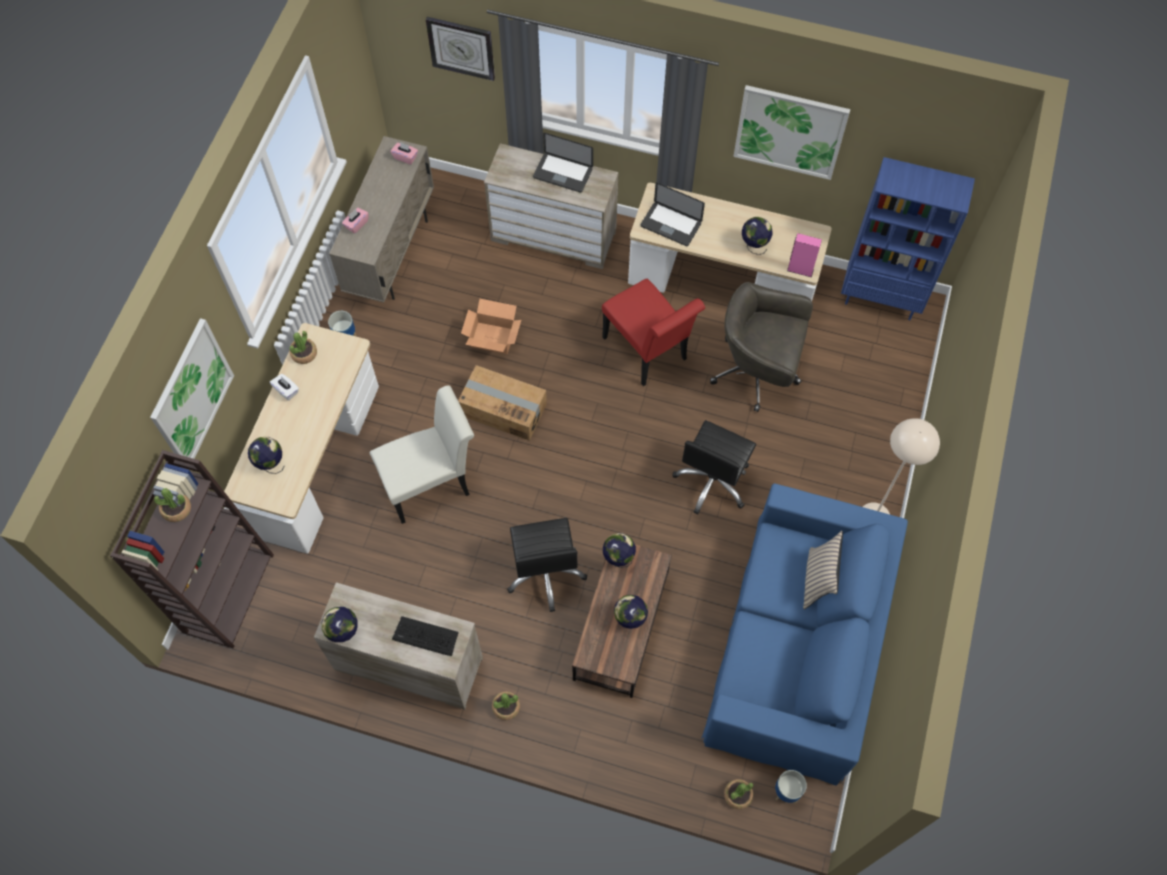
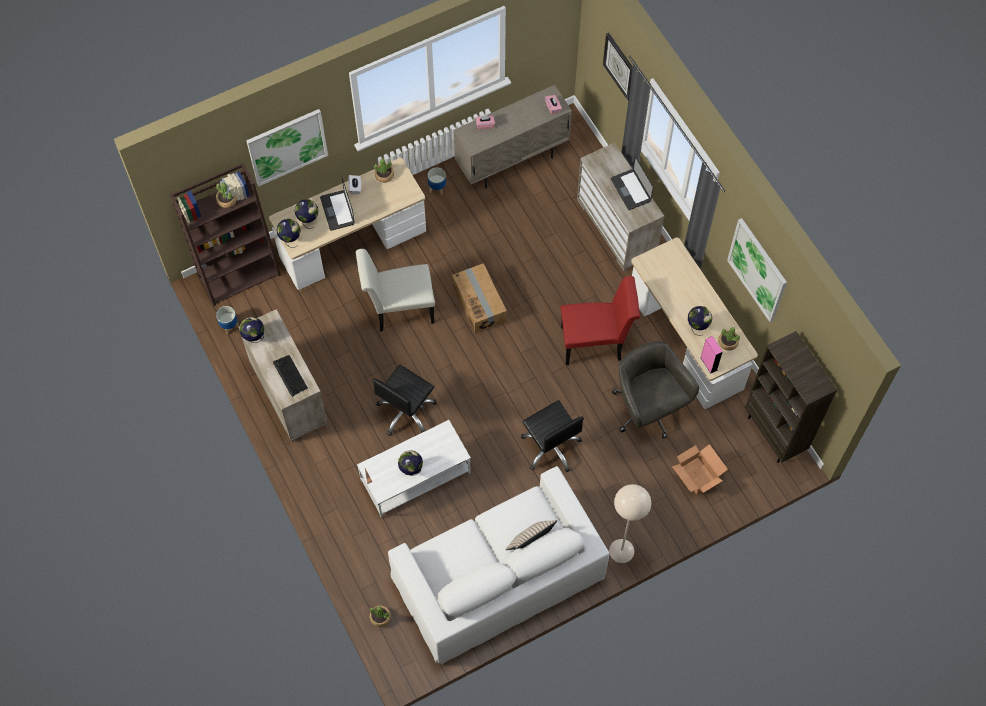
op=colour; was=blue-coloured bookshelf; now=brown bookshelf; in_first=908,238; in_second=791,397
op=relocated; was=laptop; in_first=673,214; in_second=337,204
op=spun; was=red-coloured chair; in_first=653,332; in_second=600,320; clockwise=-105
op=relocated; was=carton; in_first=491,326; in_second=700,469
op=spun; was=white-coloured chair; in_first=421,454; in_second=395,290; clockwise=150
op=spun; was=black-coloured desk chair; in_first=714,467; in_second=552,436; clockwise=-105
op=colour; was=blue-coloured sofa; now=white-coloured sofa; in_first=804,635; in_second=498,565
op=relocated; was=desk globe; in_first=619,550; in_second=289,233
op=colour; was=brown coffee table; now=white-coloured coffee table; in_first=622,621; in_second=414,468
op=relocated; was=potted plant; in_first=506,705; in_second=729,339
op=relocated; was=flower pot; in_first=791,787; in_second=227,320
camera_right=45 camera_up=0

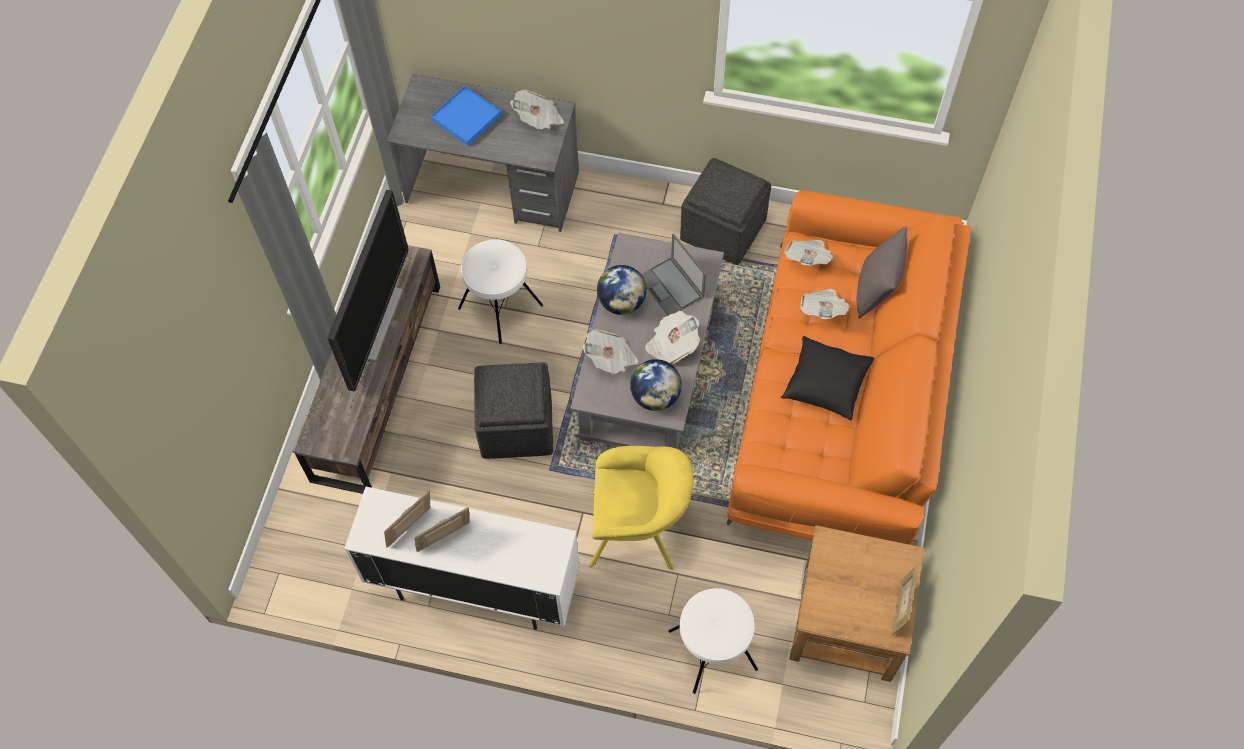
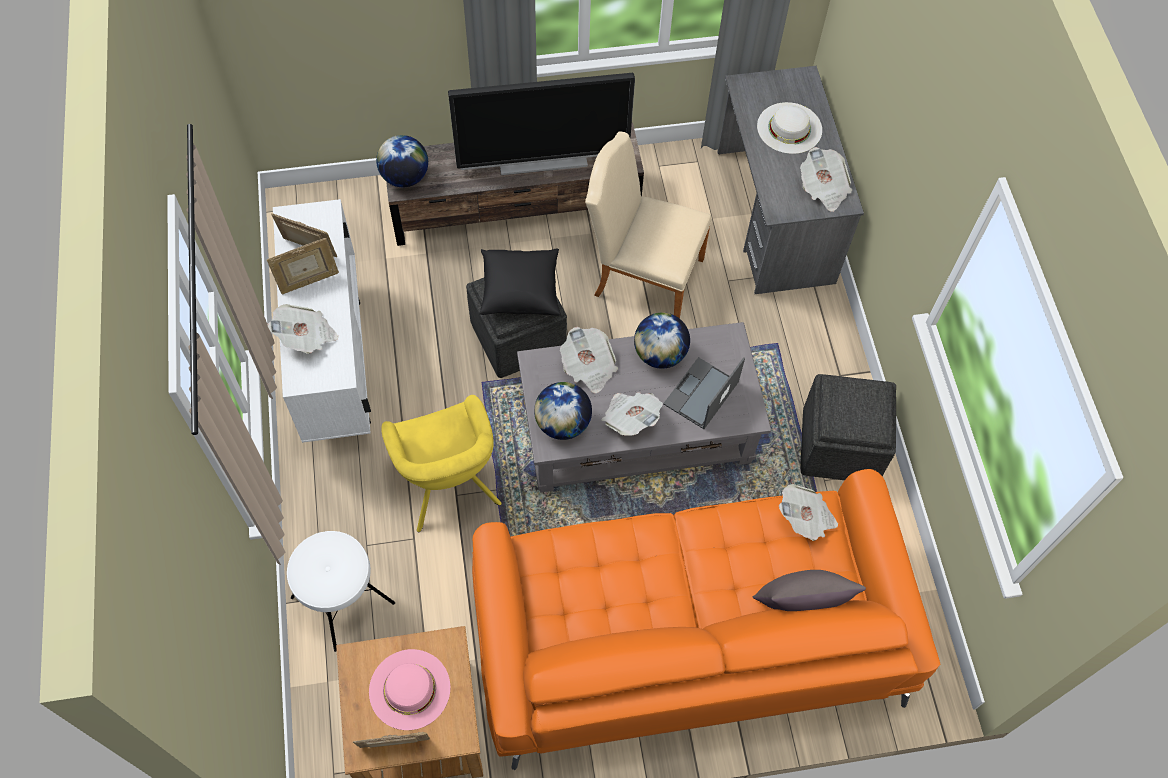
op=exchanged; was=blue-coloured carrying tray; now=white-coloured wearable hat; in_first=466,116; in_second=789,128
op=exchanged; was=white-coloured stool seat; now=beige chair; in_first=500,291; in_second=648,224
op=relocated; was=newspaper; in_first=825,304; in_second=303,329
op=relocated; was=black-coloured cushion; in_first=827,378; in_second=519,282
op=spun; was=photo frame; in_first=441,529; in_second=303,266; clockwise=120
op=appeared; now=desk globe; in_second=402,161
op=appeared; now=pinkish wearable hat; in_second=409,689
camera_right=65 camera_up=0

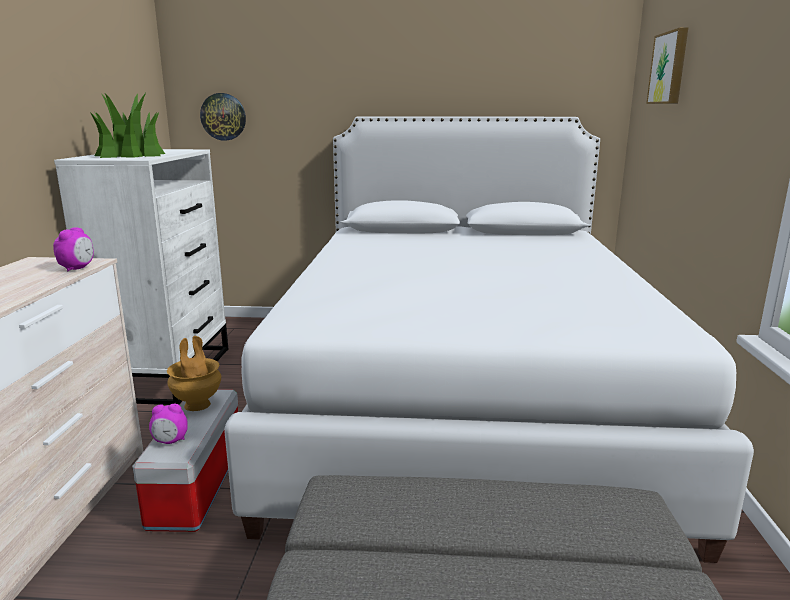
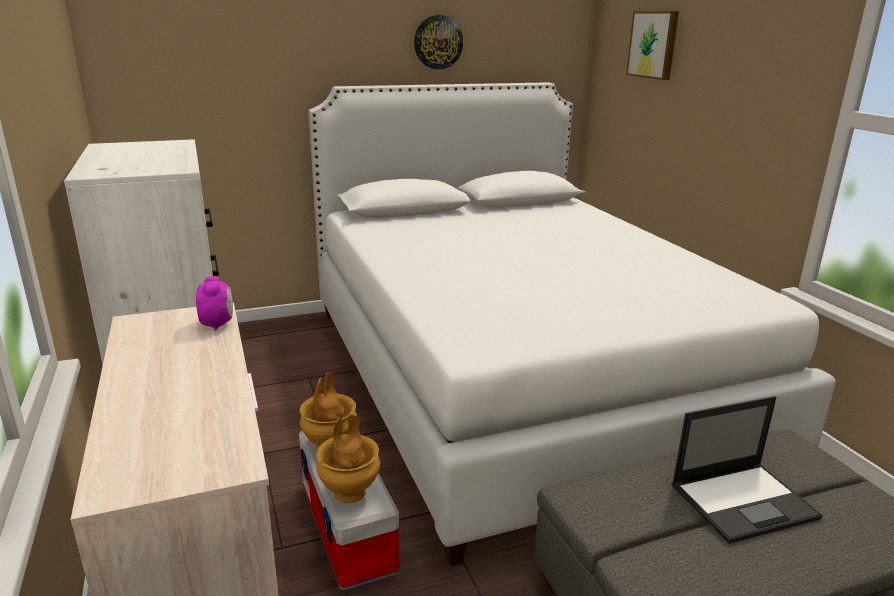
op=missing; was=potted plant; in_first=127,125
op=relocated; was=hanging clock; in_first=223,117; in_second=438,42
op=exchanged; was=table clock; now=brown vase; in_first=168,424; in_second=348,458
op=appeared; now=laptop; in_second=747,470
camera_right=-25 camera_up=5

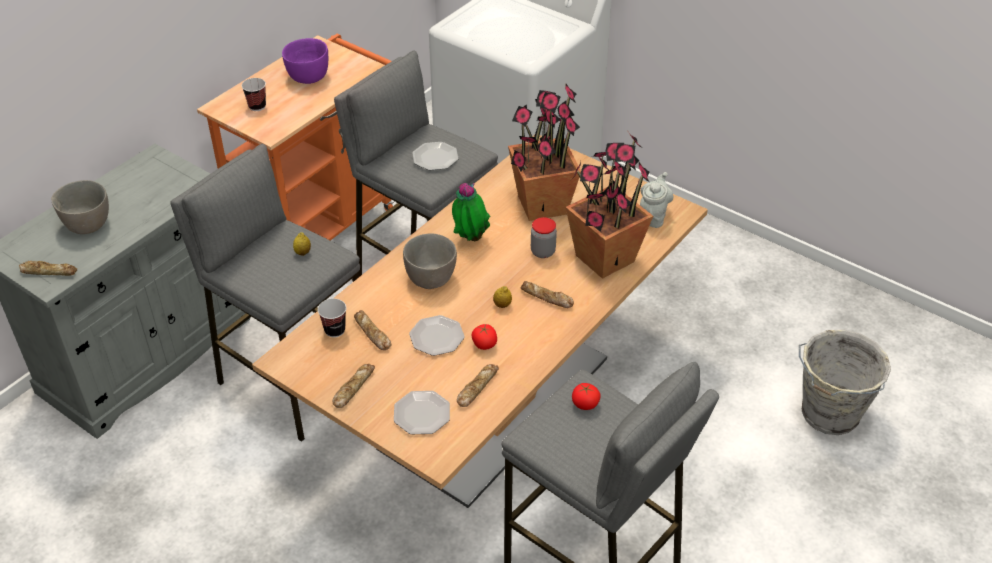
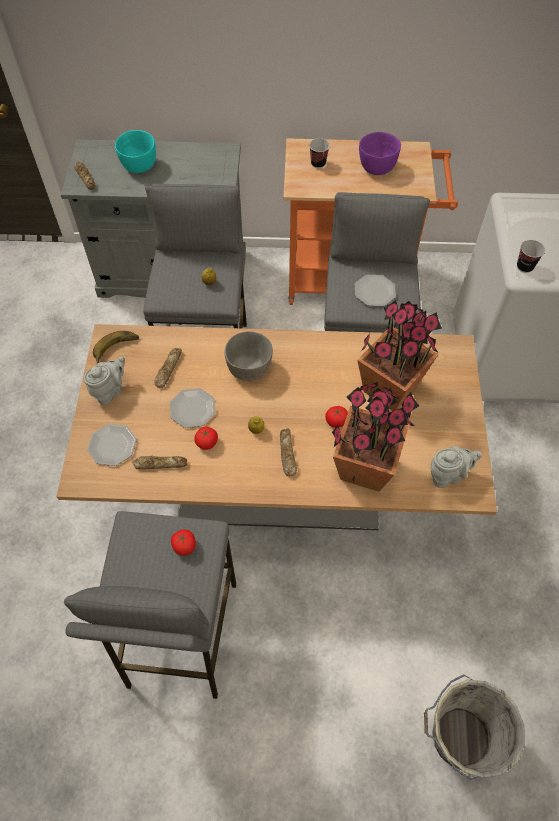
op=colour; was=gray bowl; now=blue-green bowl; in_first=80,207; in_second=135,151
op=missing; was=potted plant; in_first=471,212
op=exchanged; was=storage jar; now=fresh tomato; in_first=544,237; in_second=336,417
op=relocated; was=drinking cup; in_first=332,318; in_second=531,256
op=exchanged; was=bakery bread; now=gray pot for tea; in_first=353,386; in_second=104,381
op=appeared; now=banana fruit; in_second=116,347
camera_right=55 camera_up=15

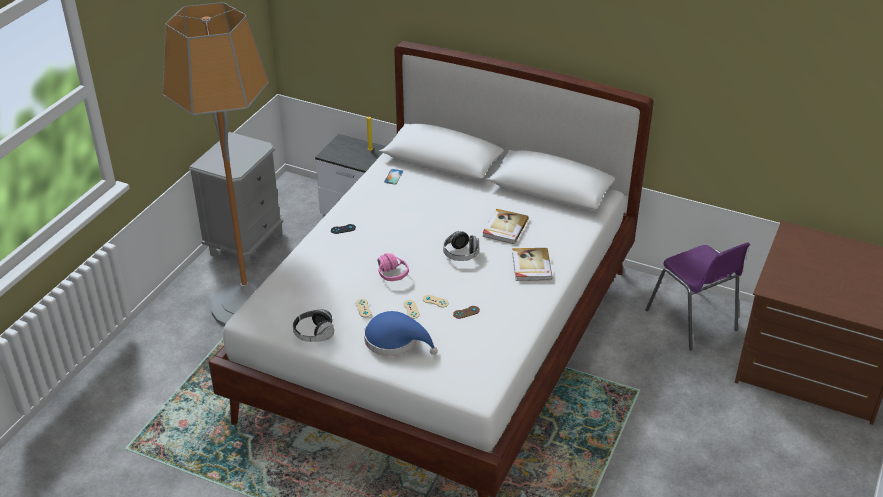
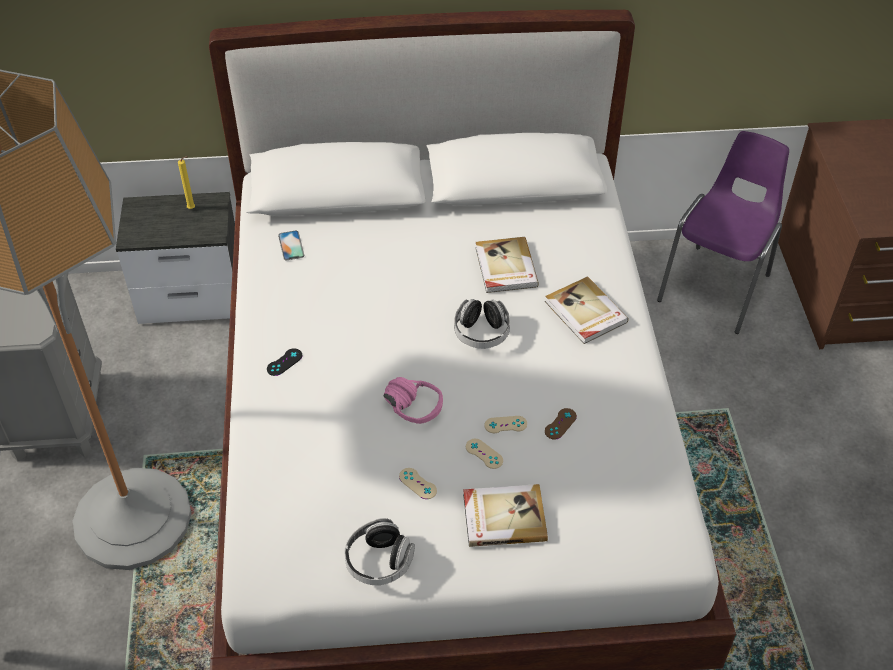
op=spun; was=purple-coloured chair; in_first=697,296; in_second=723,232; clockwise=-90
op=exchanged; was=blue-coloured wearable hat; now=volume; in_first=401,333; in_second=505,515
camera_right=-30 camera_up=10

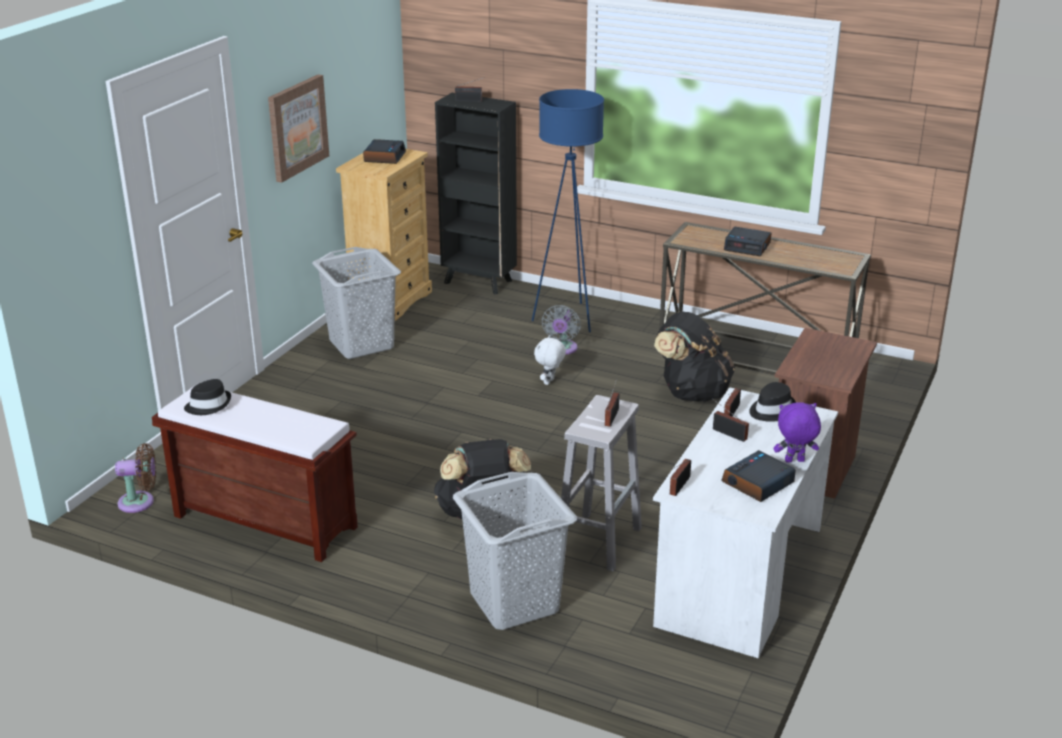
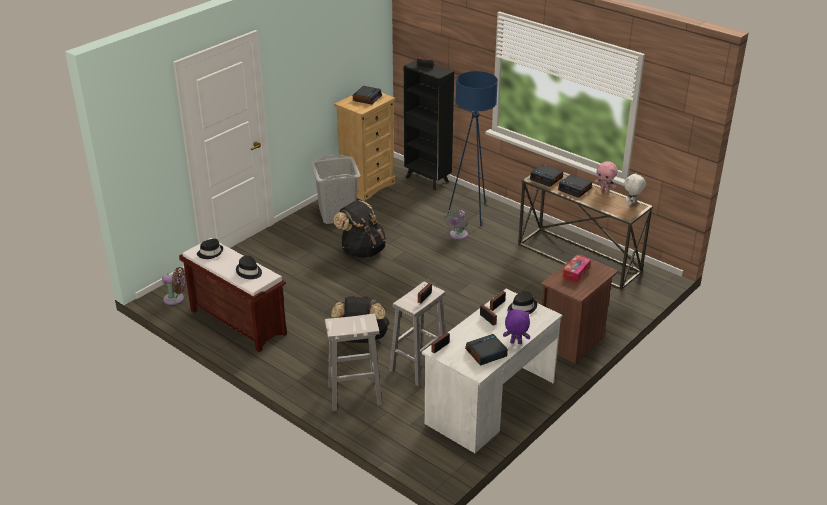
op=missing; was=wall picture; in_first=298,128
op=relocated; was=black-coloured knapsack; in_first=694,356; in_second=359,229
op=relocated; was=white-coloured cuddly toy; in_first=550,360; in_second=635,188
op=exchanged; was=gray laundry basket; now=white-coloured stool seat; in_first=515,551; in_second=353,362
op=appeared; now=pinkish cuddly toy; in_second=606,176
op=appeared; now=table clock; in_second=546,175
op=appeared; now=black-coloured wearable hat; in_second=249,267
op=appeared; now=box of tissues; in_second=576,269
camera_right=15 camera_up=5

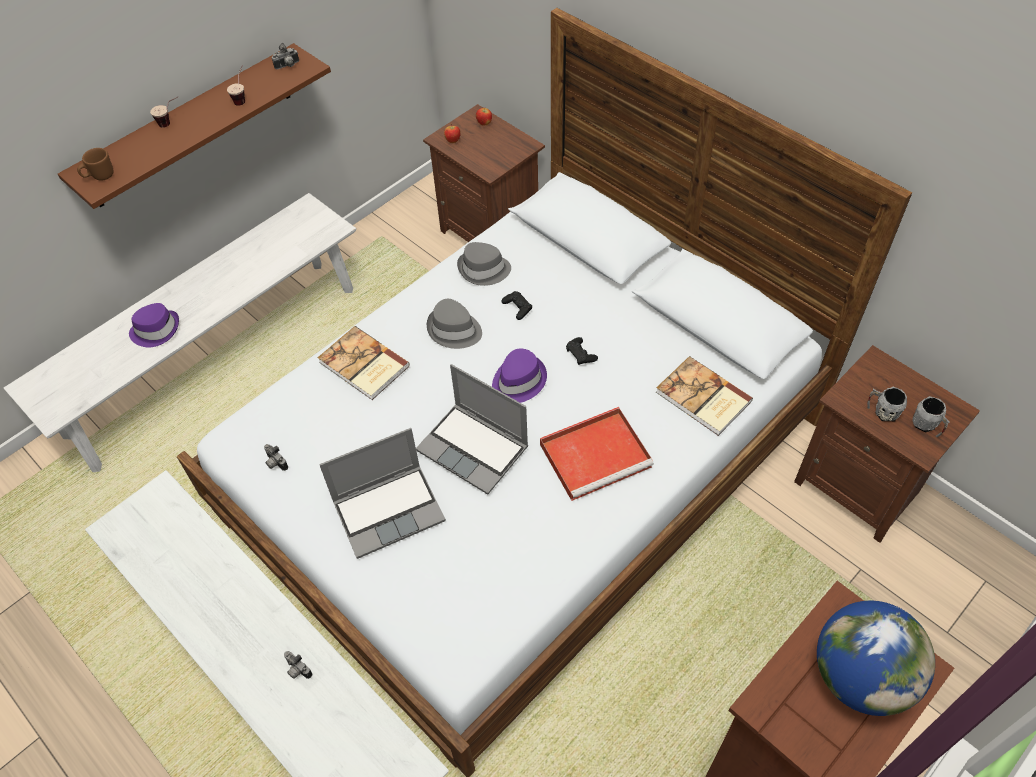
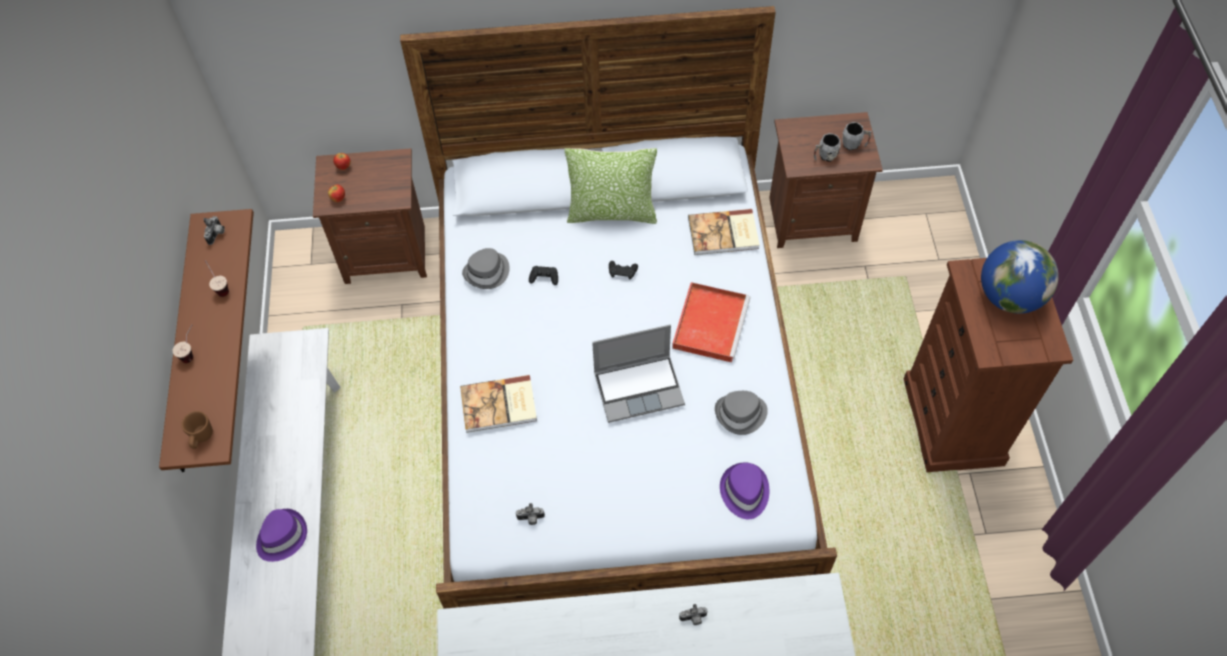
op=relocated; was=gray wearable hat; in_first=454,324; in_second=741,413
op=relocated; was=purple-coloured wearable hat; in_first=519,375; in_second=744,490
op=missing; was=laptop; in_first=382,493
op=appeared; now=cushion; in_second=611,186
camera_right=-50 camera_up=5

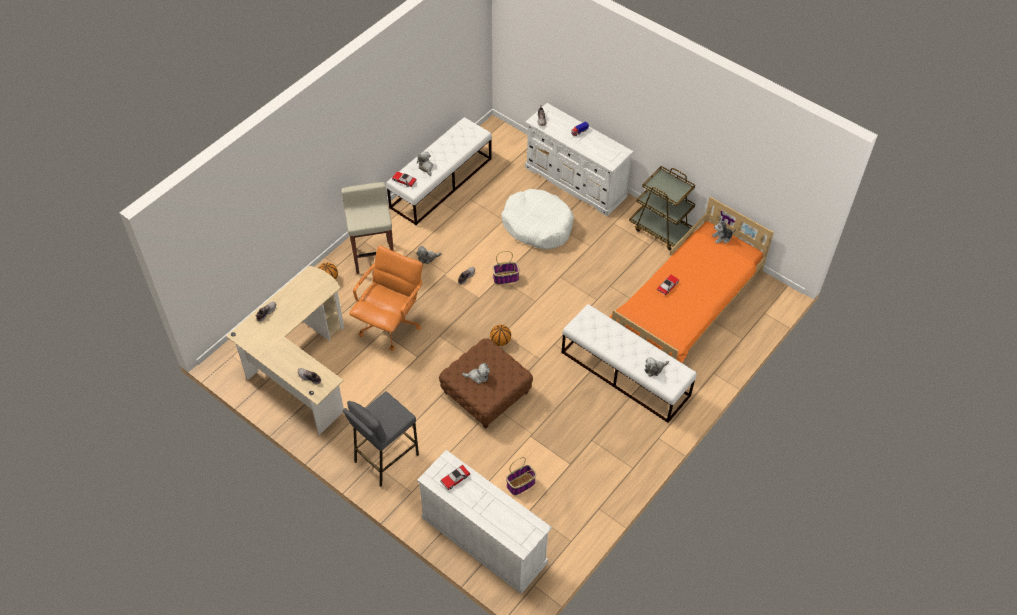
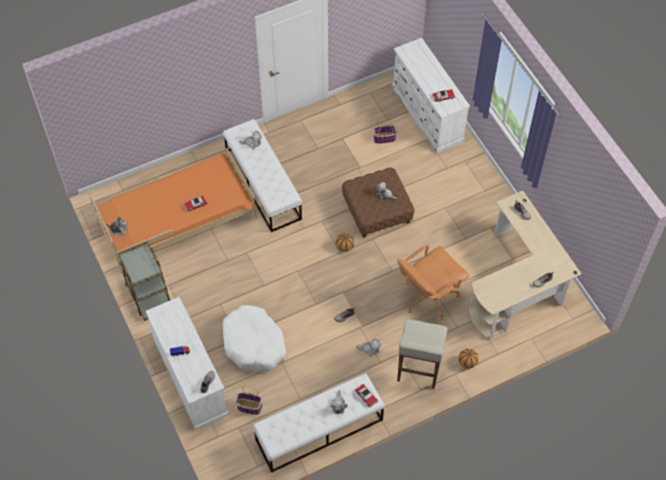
op=relocated; was=basket; in_first=506,267; in_second=248,400
op=missing; was=gray stool seat; in_first=381,438
camera_right=-155 camera_up=5

